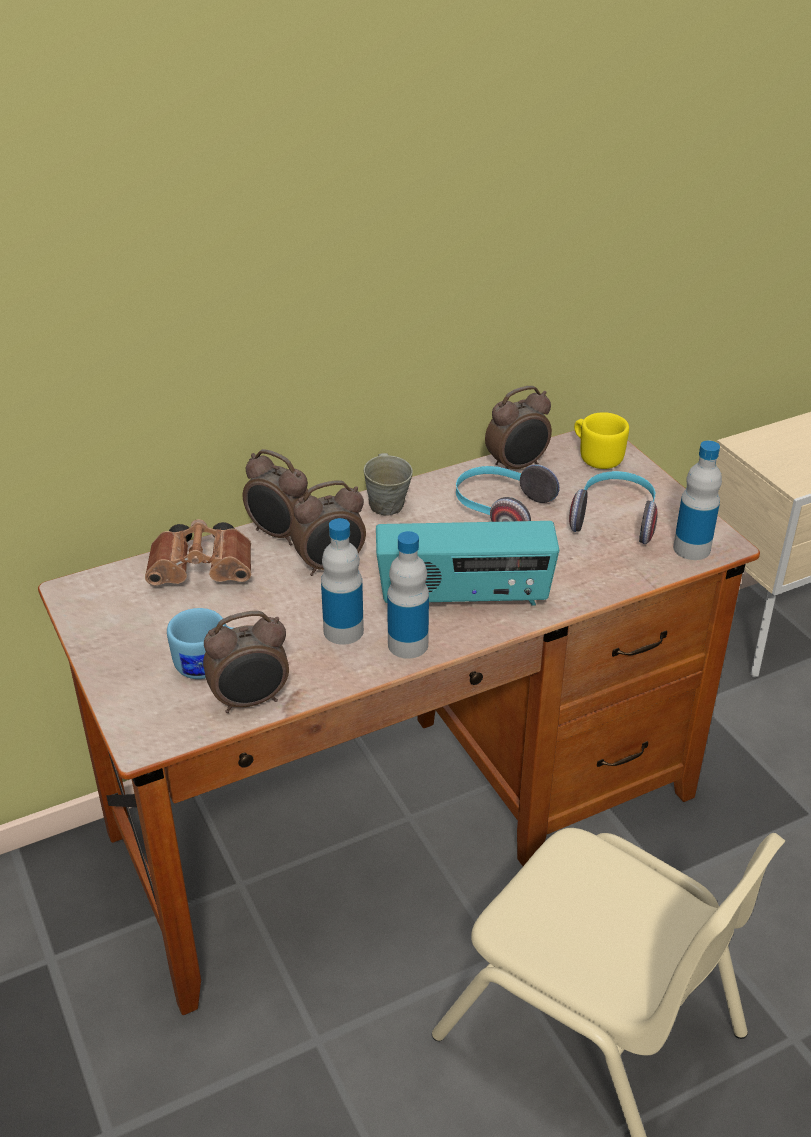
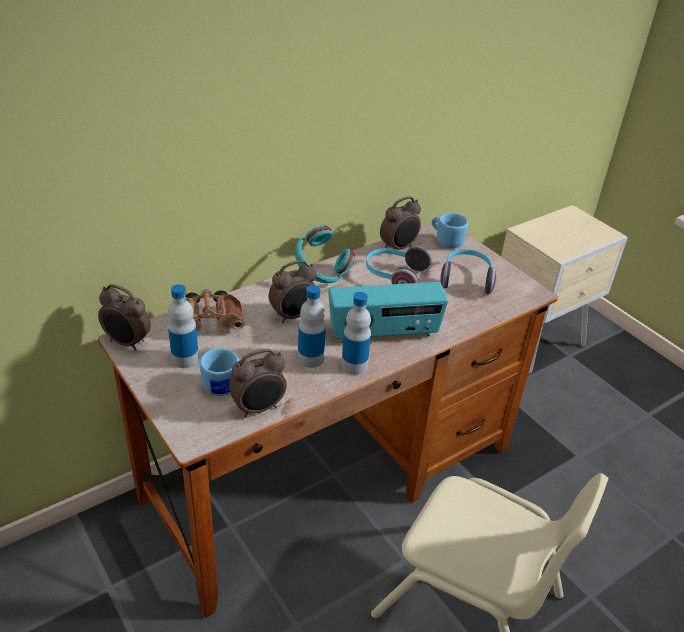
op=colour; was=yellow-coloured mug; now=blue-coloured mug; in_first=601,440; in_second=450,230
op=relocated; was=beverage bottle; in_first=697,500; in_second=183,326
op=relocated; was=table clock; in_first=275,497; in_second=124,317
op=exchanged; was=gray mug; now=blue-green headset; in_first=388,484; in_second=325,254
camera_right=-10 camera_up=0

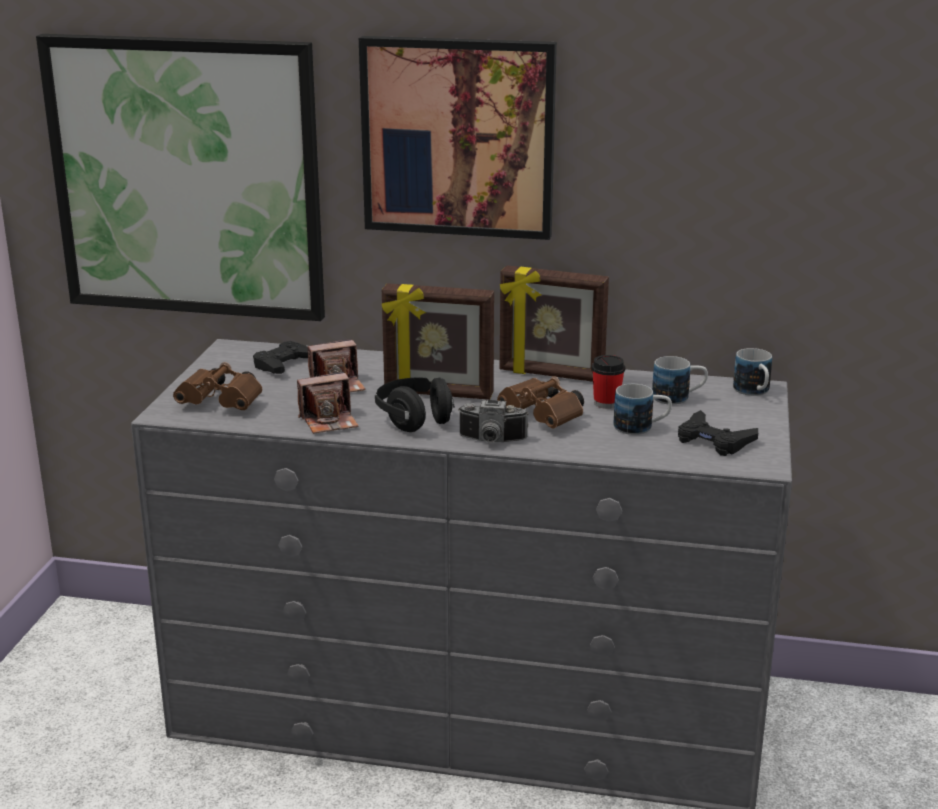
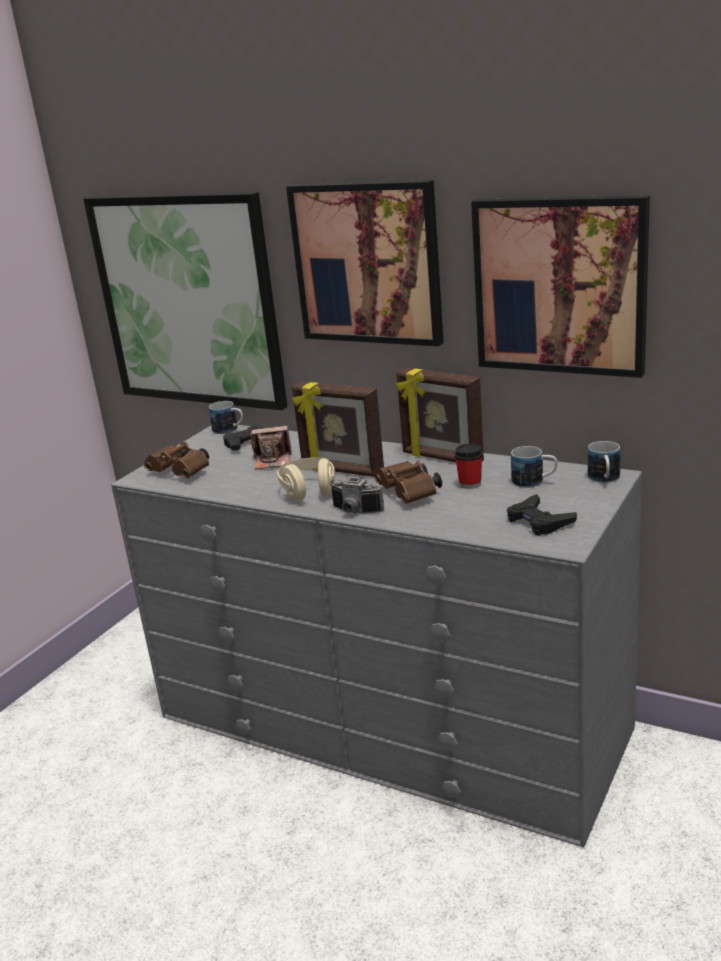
op=missing; was=photo camera; in_first=328,403
op=colour; was=black-coloured headset; now=beige headset; in_first=415,404; in_second=306,479
op=relocated; was=mug; in_first=643,409; in_second=226,417
op=appeared; now=wall picture; in_second=560,287
camera_right=20 camera_up=0

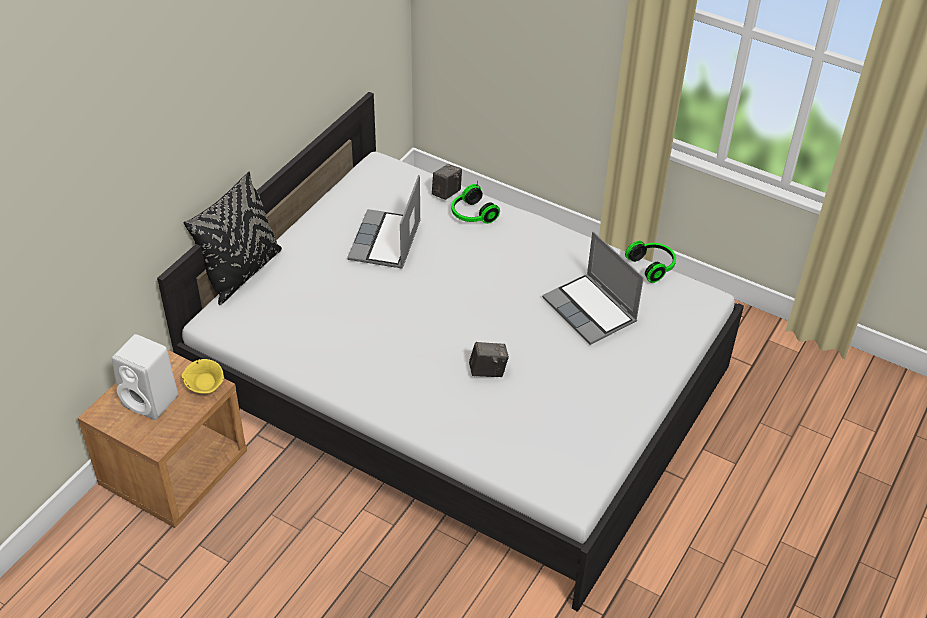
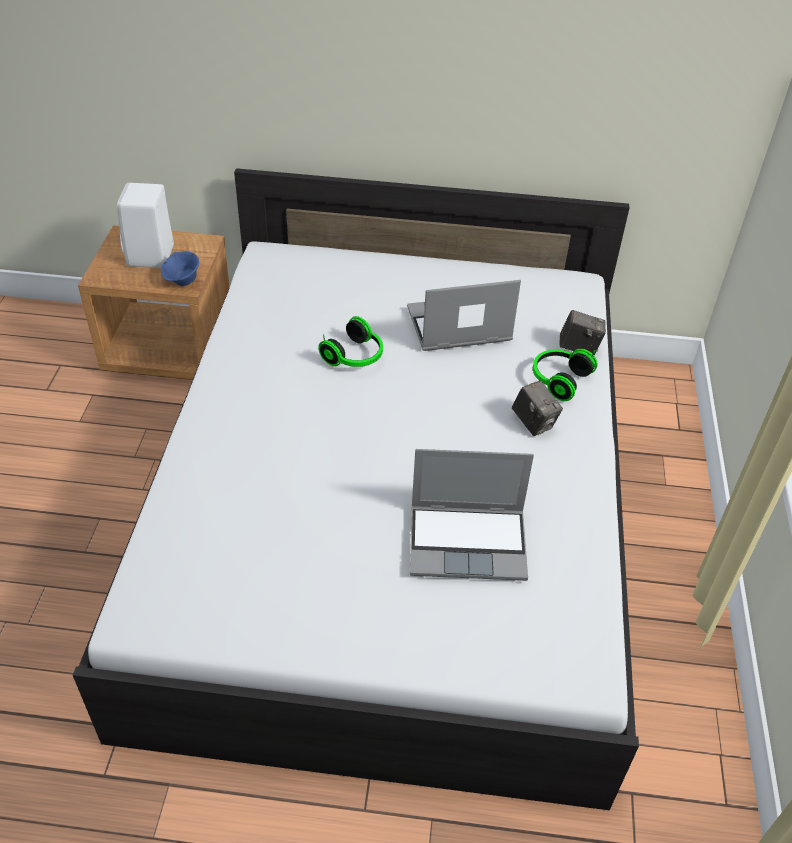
op=missing; was=black-coloured cushion; in_first=233,238
op=spun; was=laptop; in_first=593,288; in_second=472,515; clockwise=-120
op=relocated; was=headset; in_first=650,262; in_second=350,341
op=relocated; was=photo camera; in_first=489,359; in_second=537,408
op=colour; was=yellow-coloured bowl; now=blue-coloured bowl; in_first=203,376; in_second=180,268
camera_right=65 camera_up=0

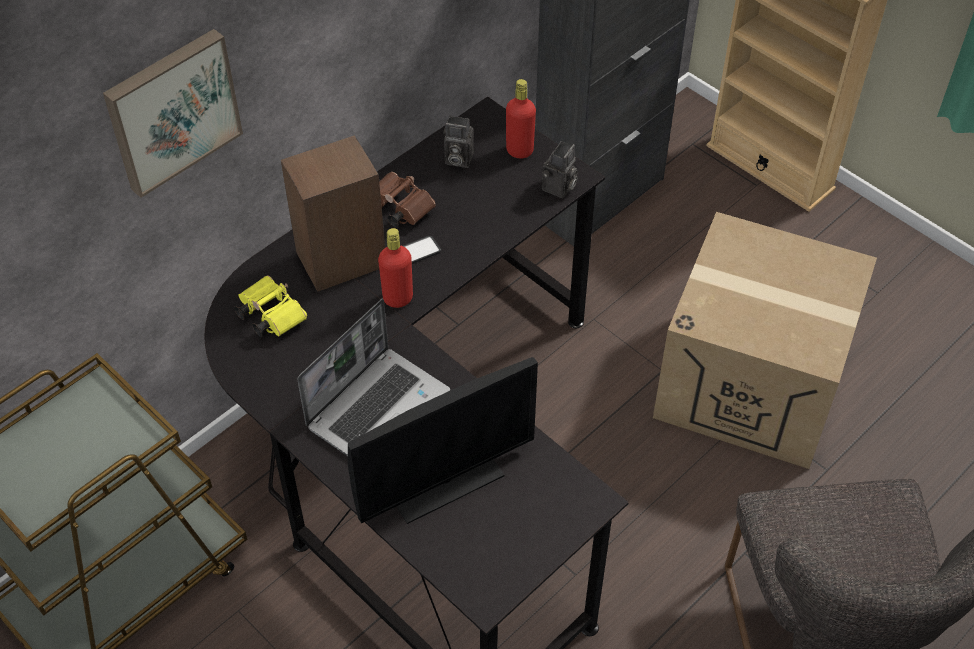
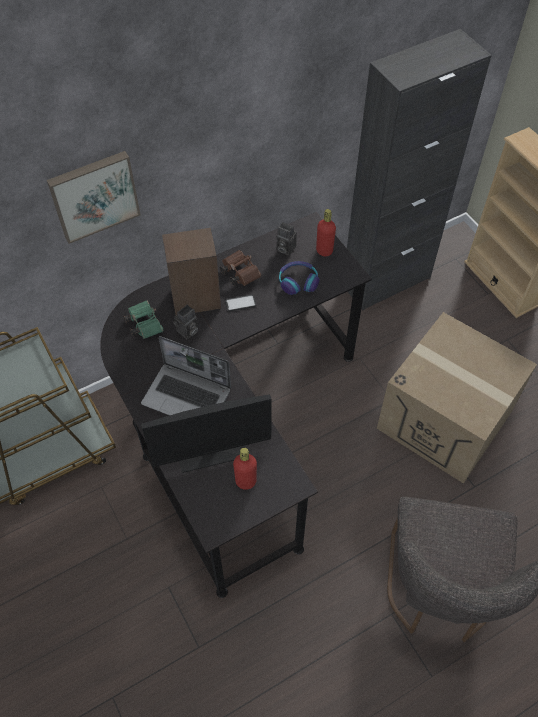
op=relocated; was=photo camera; in_first=560,169; in_second=185,322
op=relocated; was=red-coloured beverage bottle; in_first=395,268; in_second=245,469
op=colour; was=yellow-coloured field glasses; now=green-coloured field glasses; in_first=270,306; in_second=143,319
op=spun; was=laptop; in_first=373,377; in_second=186,376; clockwise=60
op=appeared; now=headset; in_second=299,278
camera_right=15 camera_up=5

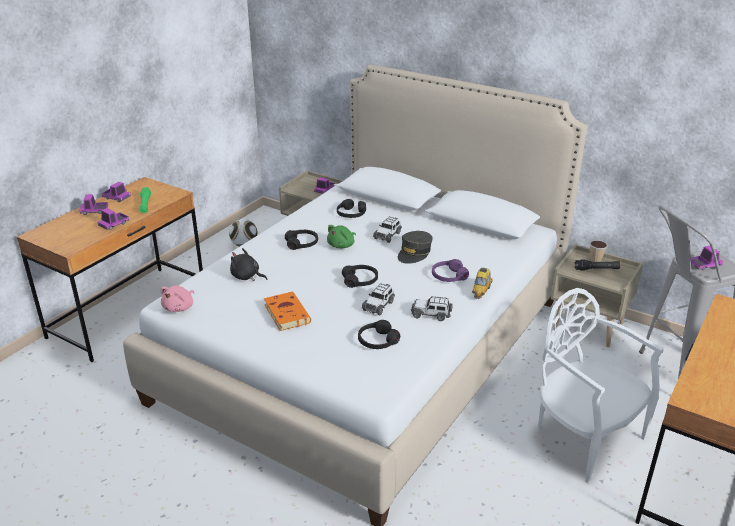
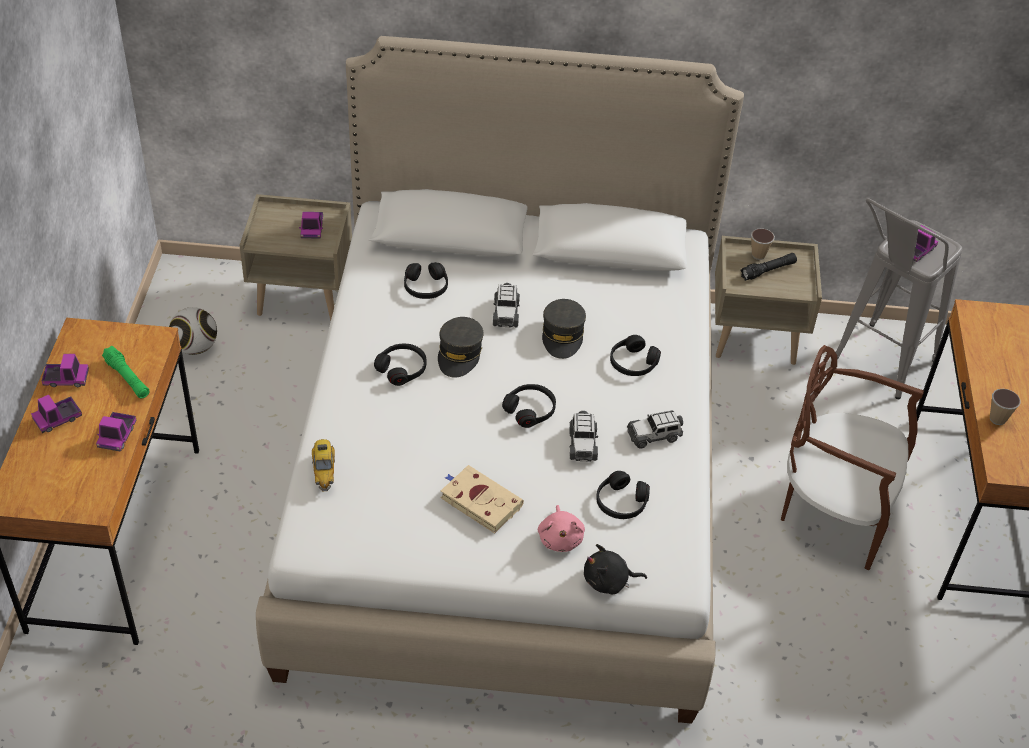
op=exchanged; was=green-coloured cuddly toy; now=gray cap; in_first=341,236; in_second=460,347
op=relocated; was=black-coloured cuddly toy; in_first=249,264; in_second=615,569
op=colour; was=purple-coloured headset; now=black-coloured headset; in_first=450,270; in_second=635,355
op=relocated; was=miniature car; in_first=482,283; in_second=323,465
op=relocated; was=pinkish cuddly toy; in_first=177,299; in_second=561,528
op=colour; was=white-coloured chair; now=brown chair; in_first=600,385; in_second=852,457
op=colour; was=orangey volume; now=beige volume; in_first=287,311; in_second=482,499
op=appeared; now=drinking cup; in_second=1005,407
camera_right=-30 camera_up=15

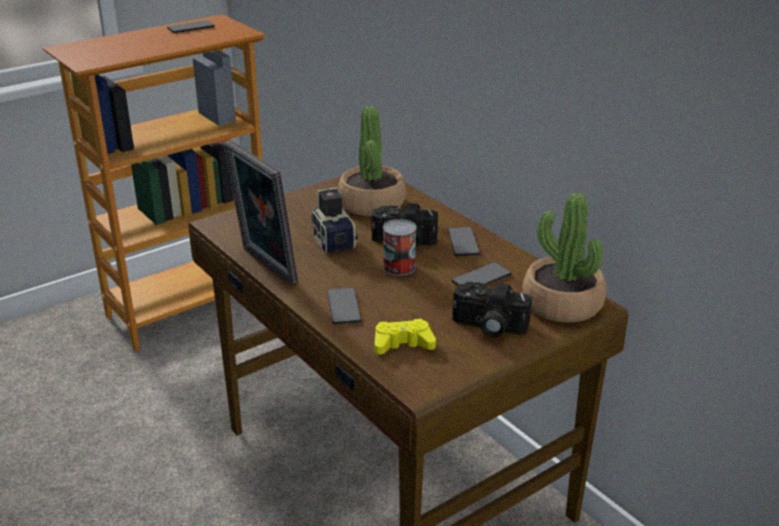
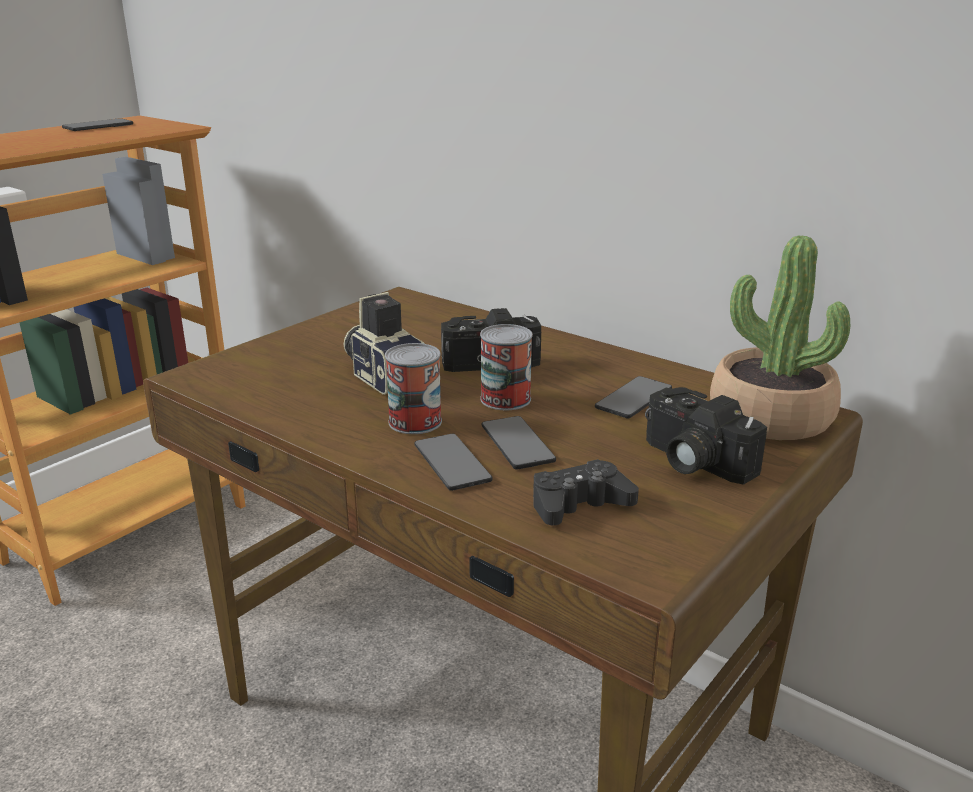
op=missing; was=potted plant; in_first=372,161
op=missing; was=photo frame; in_first=260,212
op=relocated; was=phone; in_first=464,241; in_second=519,442
op=spun; was=photo camera; in_first=492,310; in_second=706,436; clockwise=45
op=colour; was=yellow-coloured joypad; now=black-coloured joypad; in_first=405,336; in_second=586,492
op=appeared; now=metal can; in_second=413,388
camera_right=-15 camera_up=-5

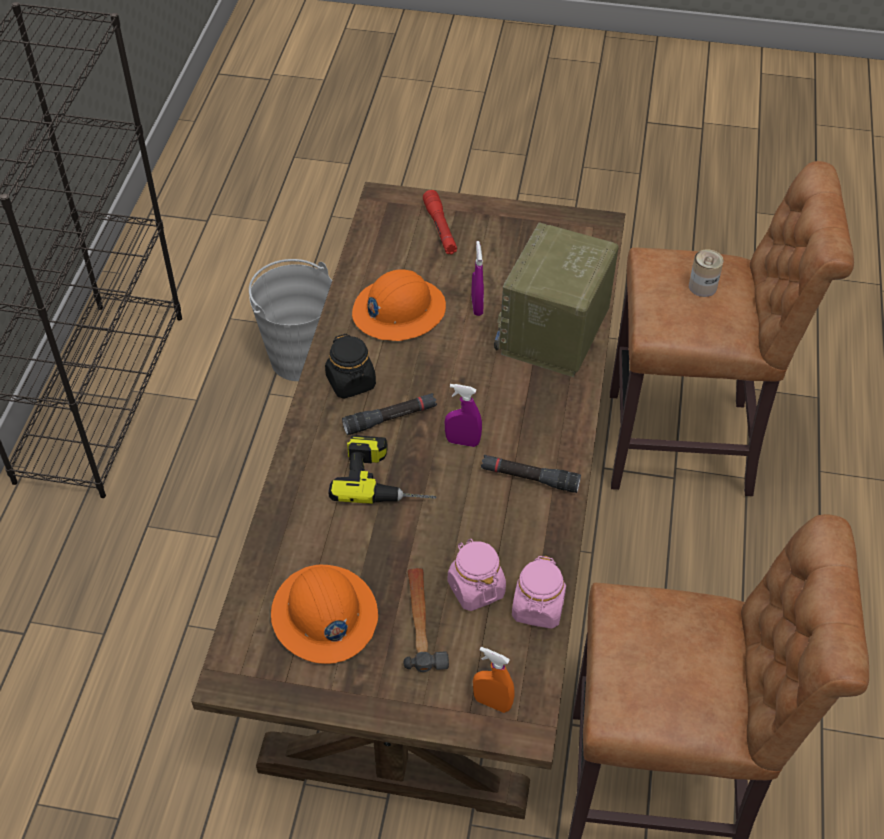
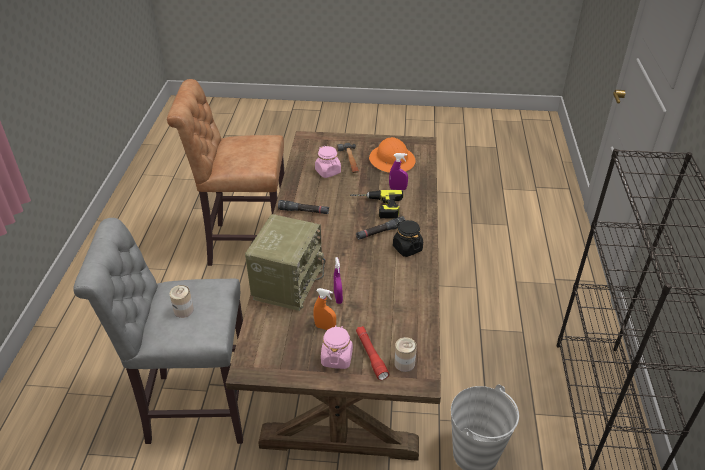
op=colour; was=brown stool seat; now=gray stool seat; in_first=732,328; in_second=158,331
op=missing; was=orangey hard hat; in_first=399,305
op=relocated; was=purple-coloured sprayer; in_first=463,415; in_second=398,171
op=relocated; was=pinkish storage jar; in_first=539,592; in_second=337,347
op=relocated; was=orangey sprayer; in_first=494,680; in_second=324,309
op=appeared; now=metal can; in_second=405,354
camera_right=175 camera_up=-10

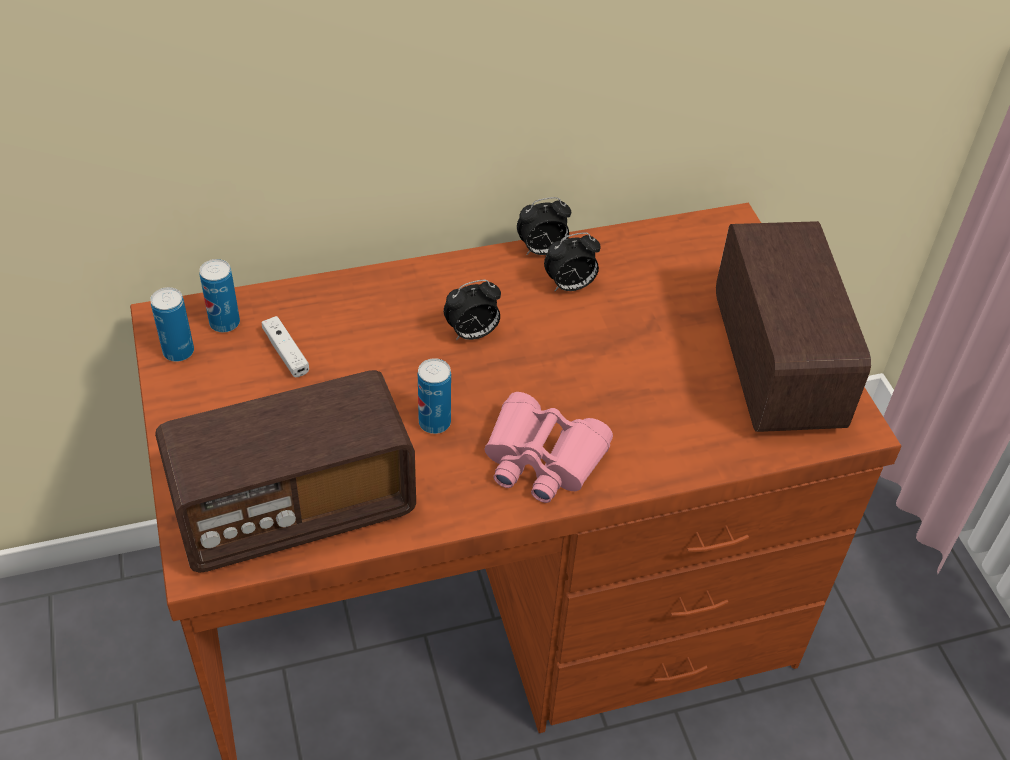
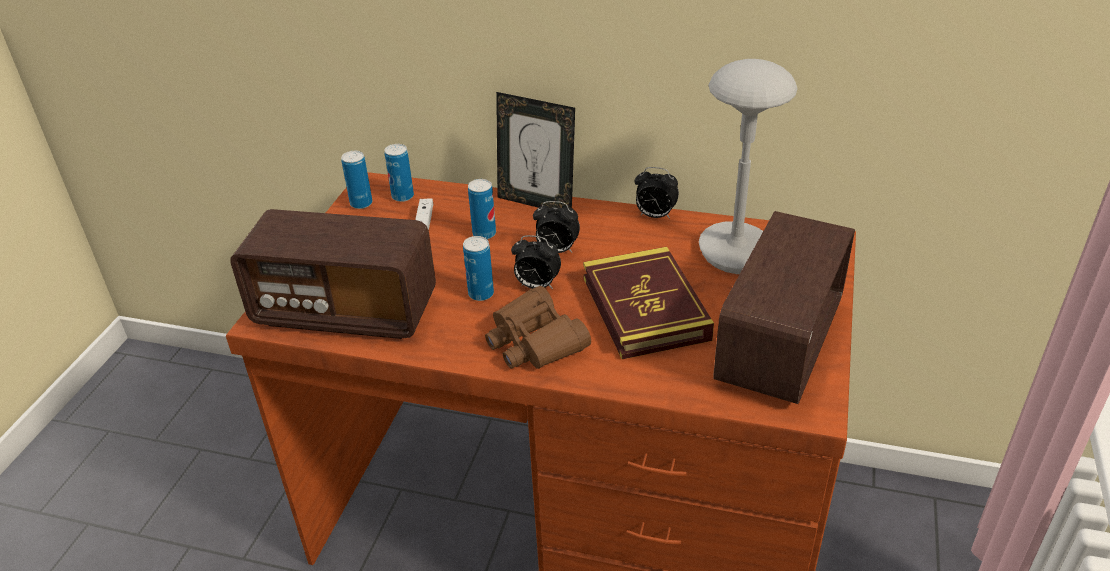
op=relocated; was=table clock; in_first=572,261; in_second=536,262
op=colour; was=pinkish field glasses; now=brown field glasses; in_first=548,447; in_second=538,327
op=appeared; now=gray tabletop lamp; in_second=748,166
op=appeared; now=photo frame; in_second=535,150
op=appeared; now=metal can; in_second=482,209
op=appeared; now=volume; in_second=648,303
camera_right=35 camera_up=-10

